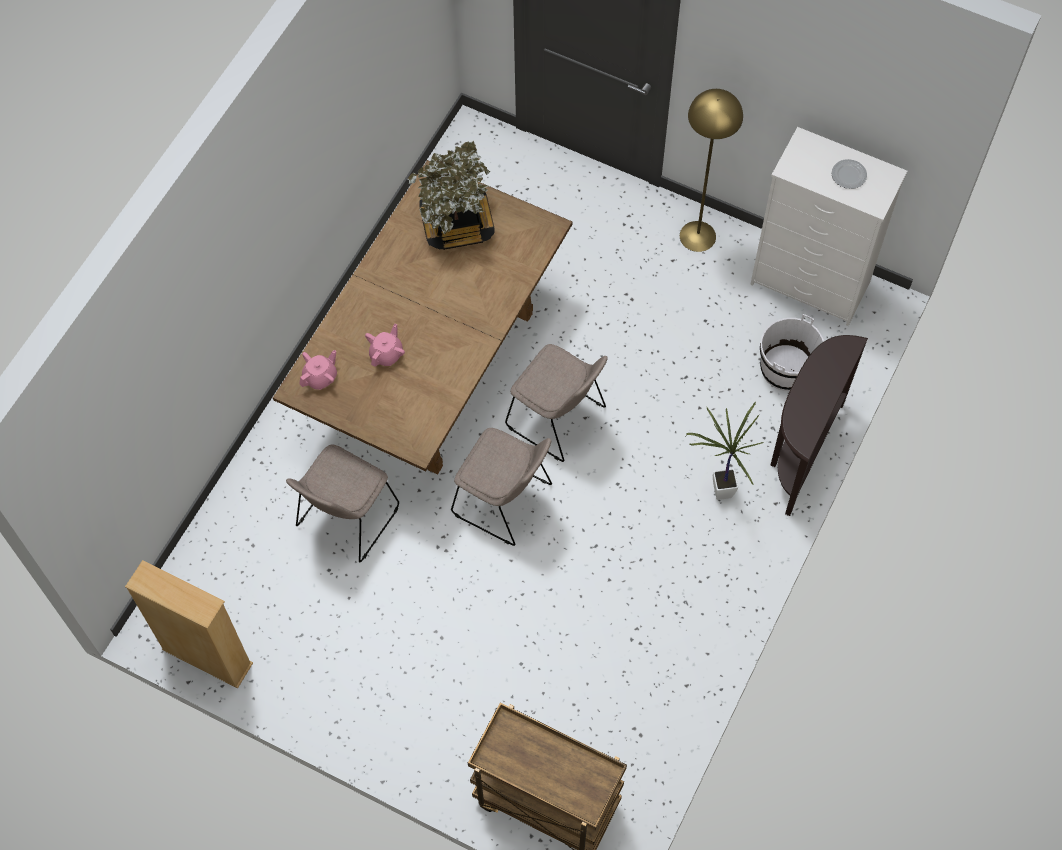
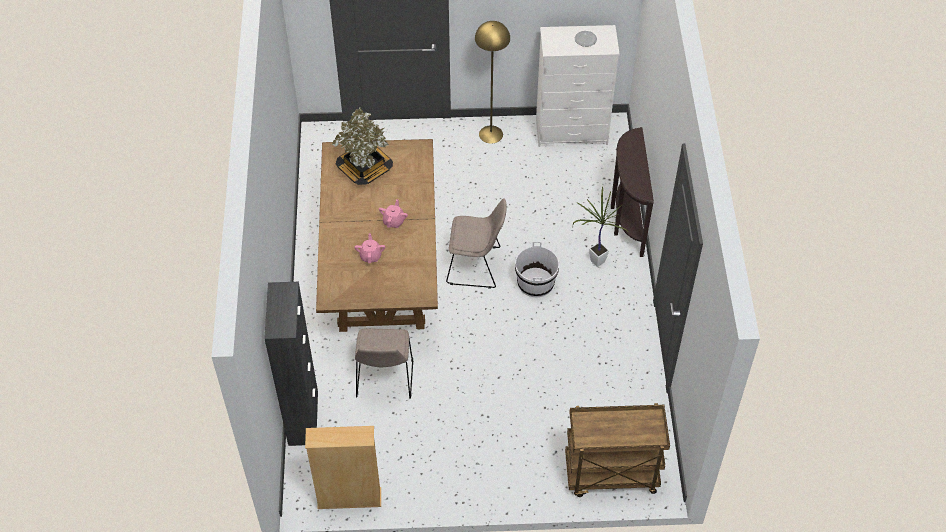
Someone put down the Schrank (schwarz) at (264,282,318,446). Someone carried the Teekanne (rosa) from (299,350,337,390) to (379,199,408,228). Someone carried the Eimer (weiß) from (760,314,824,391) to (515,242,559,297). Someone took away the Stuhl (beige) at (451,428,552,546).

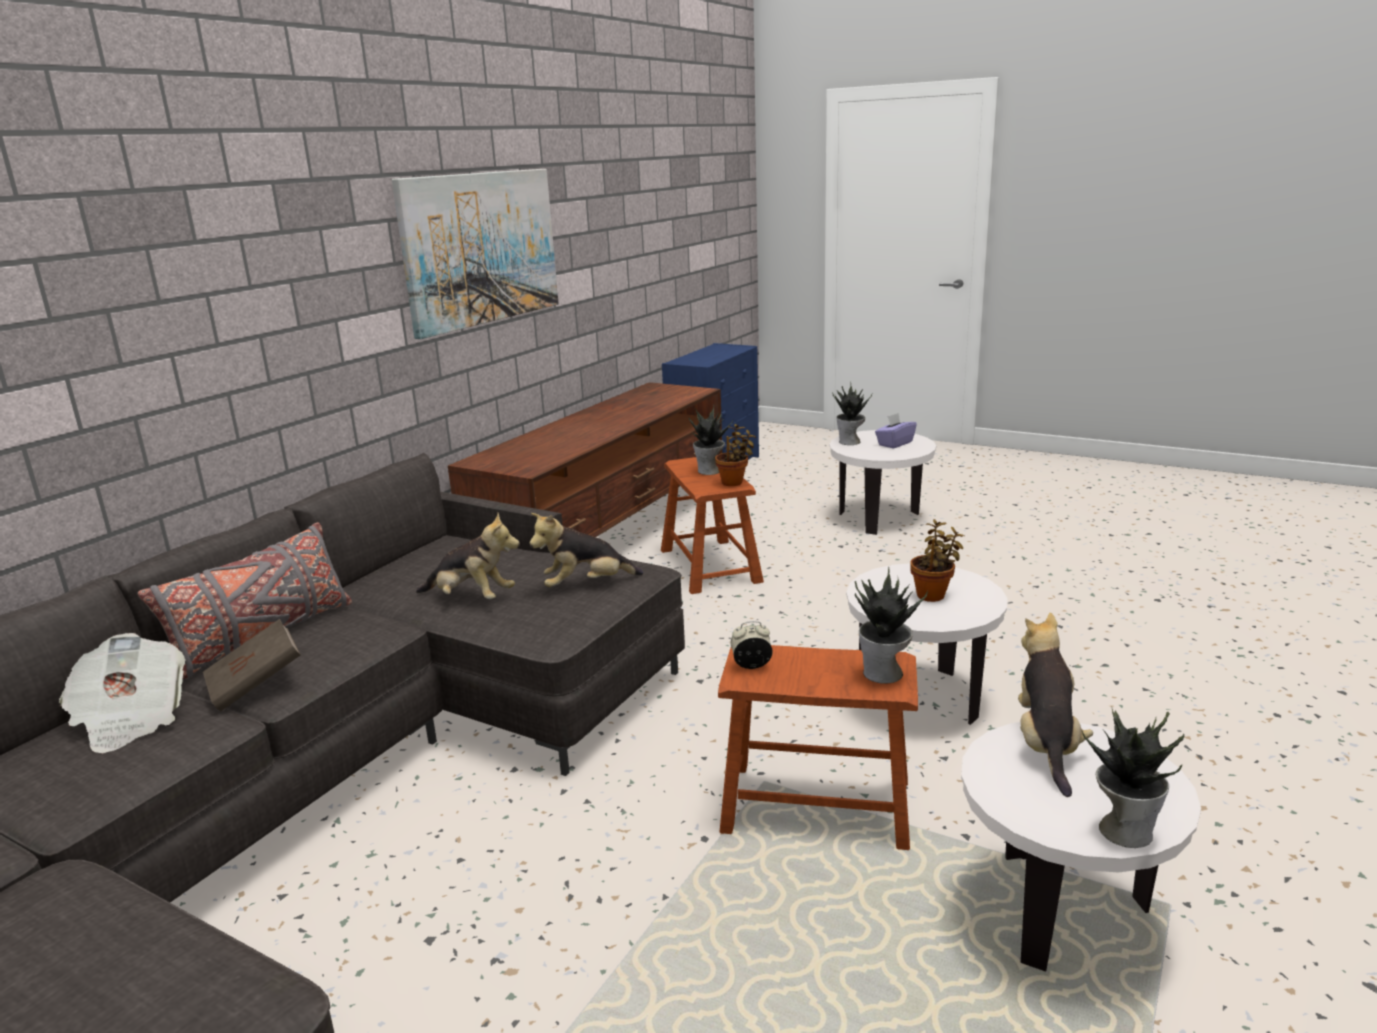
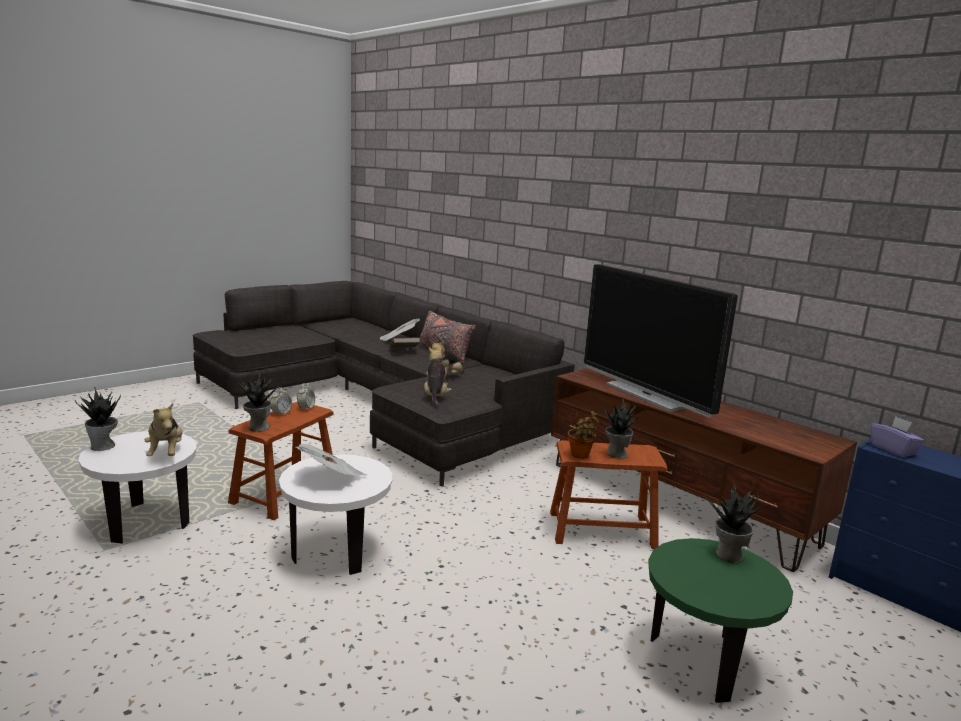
Someone rotated the Plüschtier at (1018,613,1093,797) by 45 degrees clockwise. Someone put down the Wecker at (270,387,292,416). Someone swapped the Topfpflanze at (910,519,964,602) for the Zeitung at (296,444,367,476). Someone put down the Fernseher at (584,264,738,418). Someone repainted the Beistelltisch (weiß) at (829,430,936,535), which became the Beistelltisch (grün) at (648,538,793,703). Someone carried the Taschentuchbox (lila) from (875,413,917,448) to (871,417,925,457). Someone took away the Bild at (392,169,559,339).

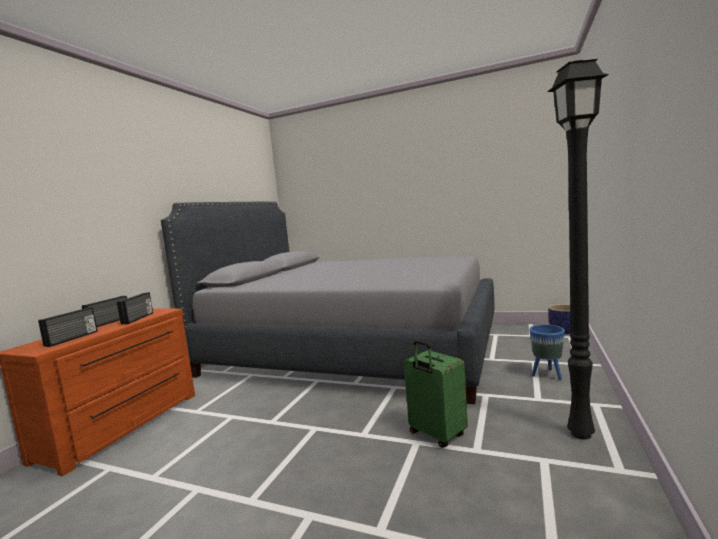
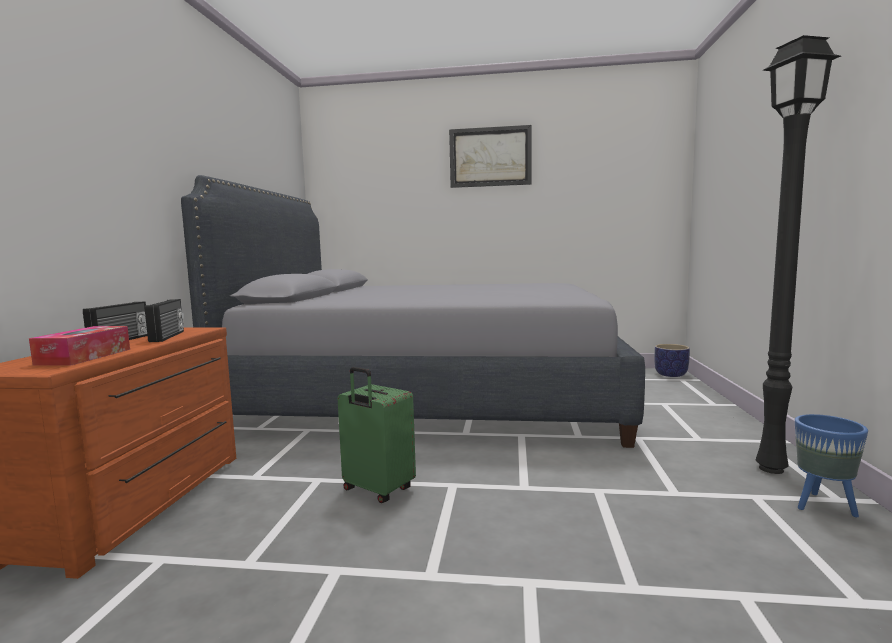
Someone swapped the Radio at (38,307,98,347) for the Taschentuchbox at (29,326,130,366). Someone carried the Koffer (grün) from (404,340,468,448) to (338,367,416,503). Someone put up the Bild at (449,125,531,188). Someone carried the Pflanzkübel (blau) from (529,325,565,380) to (795,414,868,517).

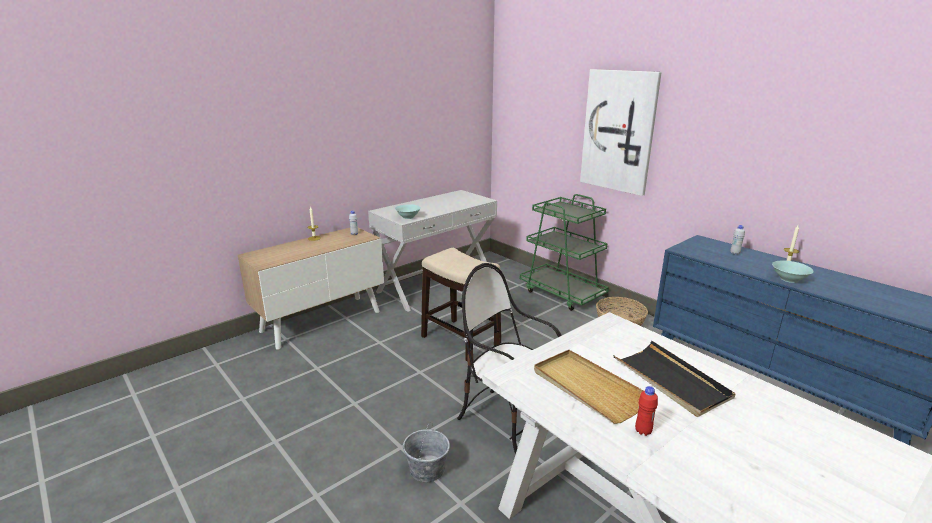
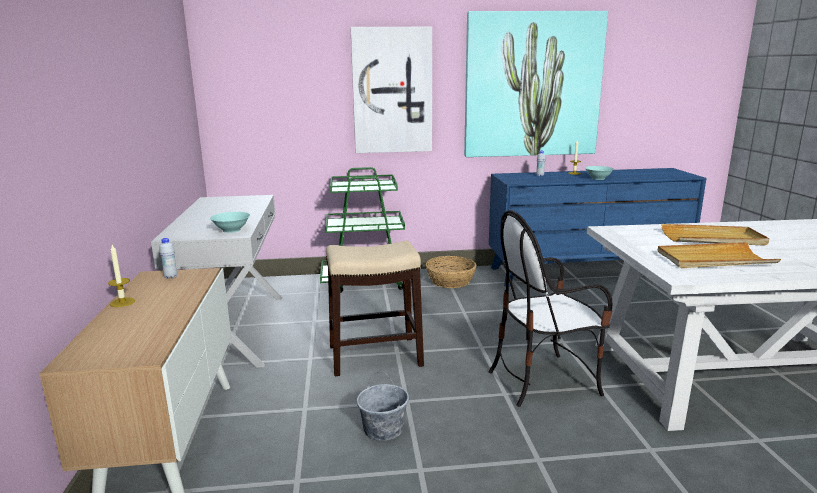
Someone carried the Eimer (grau) from (403,422,450,482) to (357,372,409,441). Someone put up the Bild at (464,11,608,157). Someone repainted the Tablett (schwarz) at (613,341,736,417), which became the Tablett (beige) at (662,224,769,246). Someone took away the Flasche (rot) at (635,386,658,436).

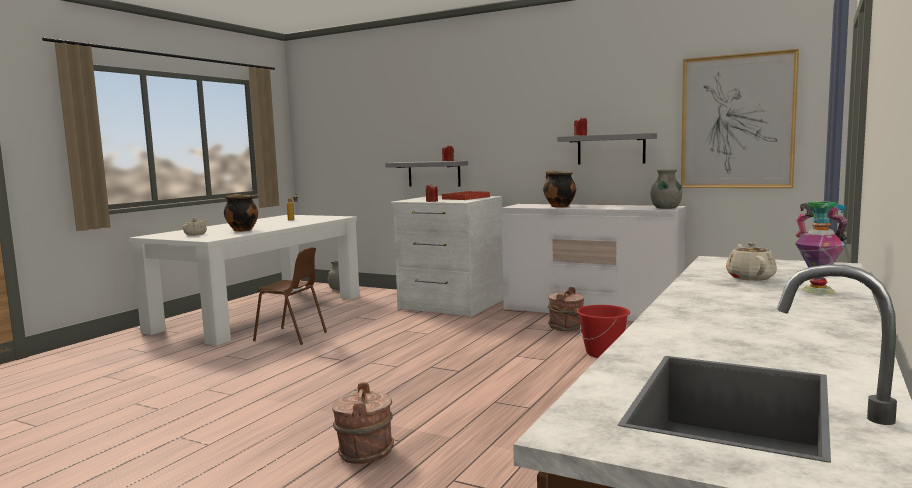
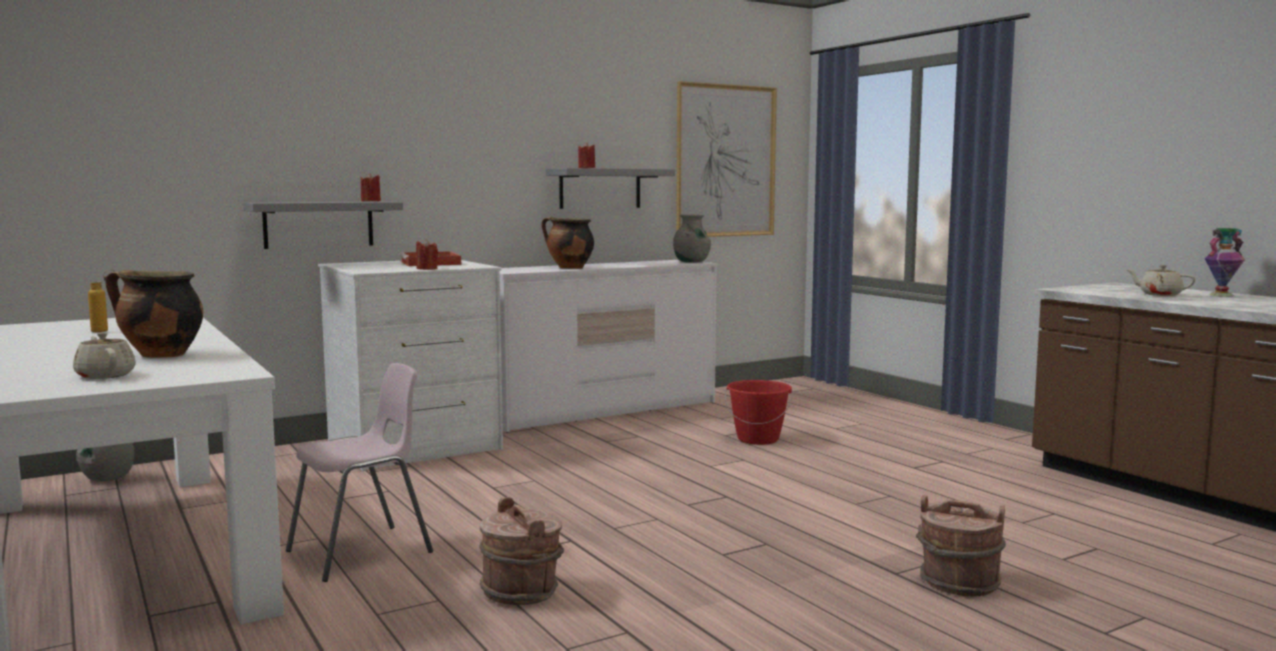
Someone repainted the Stuhl (braun) at (253,247,327,345), which became the Stuhl (rosa) at (286,363,433,582). Someone carried the Eimer (braun) from (548,287,584,331) to (479,497,564,605).

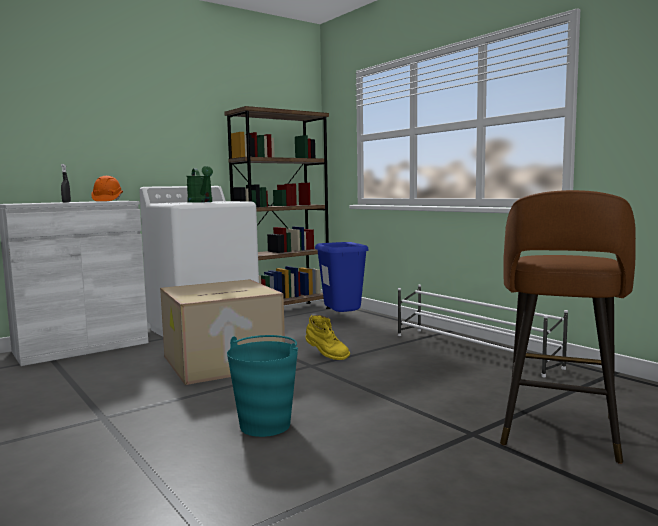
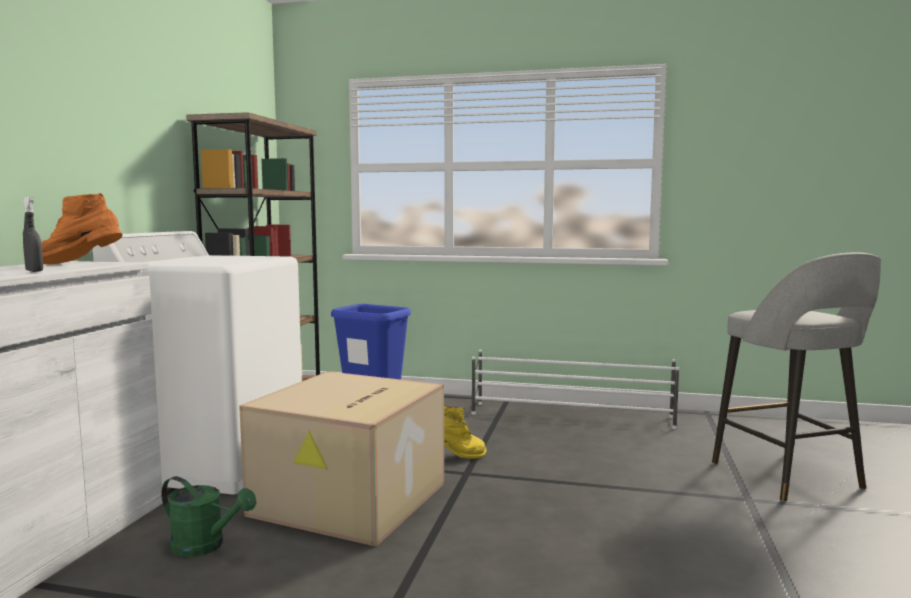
Someone swapped the Schutzhelm (orange) at (92,176,123,201) for the Stiefel (orange) at (41,193,122,264). Someone carried the Gießkanne (grün) from (187,166,213,203) to (161,476,256,557). Someone repainted the Hocker (braun) at (500,190,636,464), which became the Hocker (grau) at (712,253,881,502). Someone took away the Eimer (türkis) at (227,335,298,437).

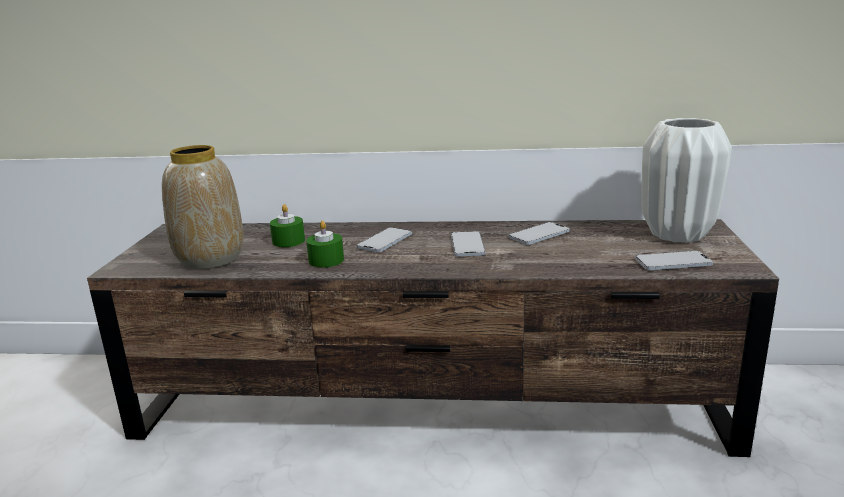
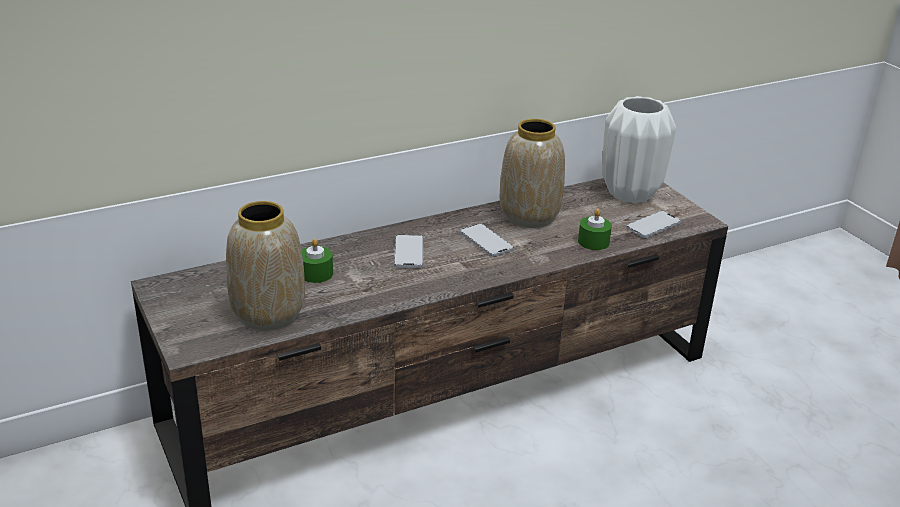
Someone swapped the Handy at (508,222,570,245) for the Vase at (500,119,565,228). Someone carried the Kerze (grün) from (306,221,344,268) to (578,209,612,250).

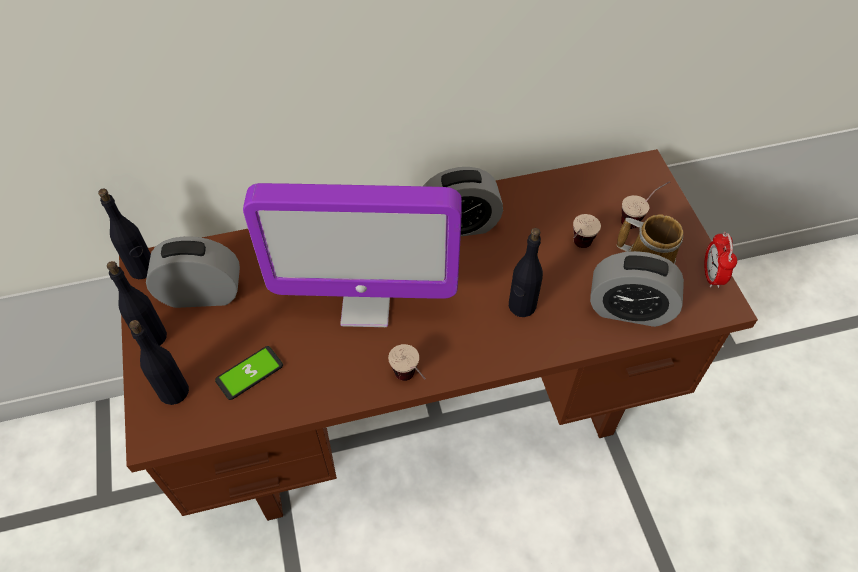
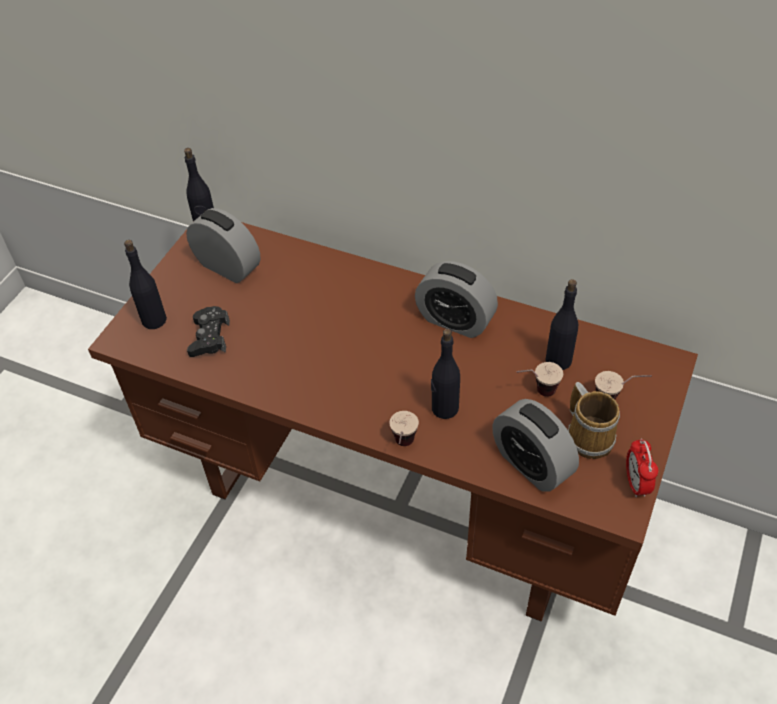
Someone swapped the Handy at (215,346,283,400) for the Gamepad (schwarz) at (187,306,230,357). Someone carried the Tasse from (388,344,426,381) to (389,411,419,446). Someone carried the Flasche (schwarz) from (107,261,167,346) to (545,279,578,370). Someone rotated the Wecker at (704,232,737,288) by 45 degrees counterclockwise. Someone took away the Monitor at (243,183,461,327).

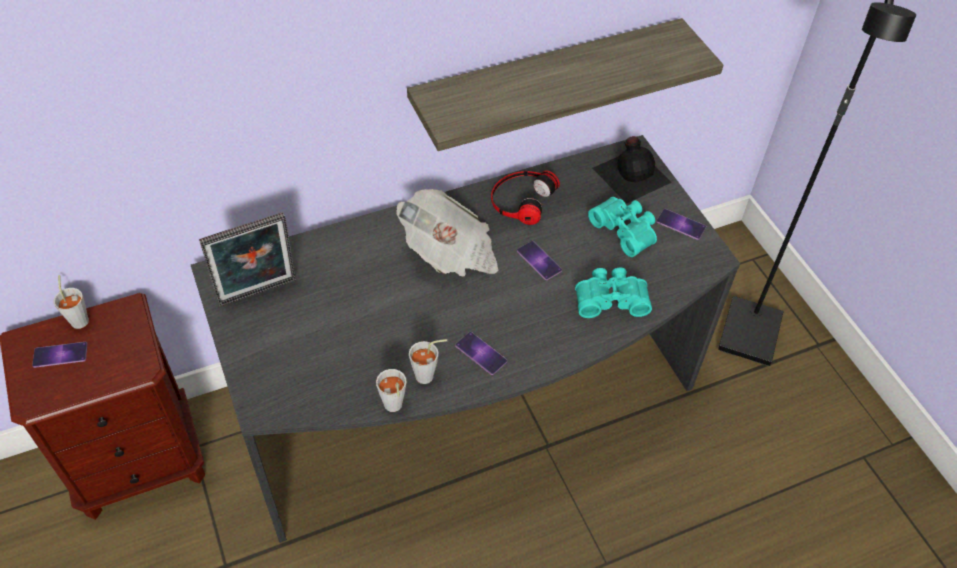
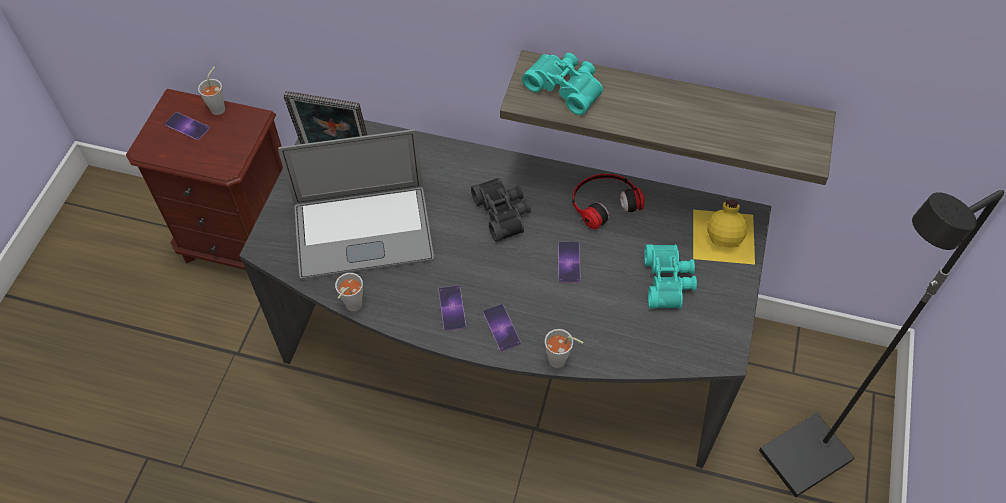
Someone put down the Laptop at (278,129,434,280). Someone swapped the Zeitung at (396,189,499,277) for the Fernglas (schwarz) at (471,177,531,242). Someone carried the Handy from (656,209,706,240) to (483,304,521,352). Someone carried the Fernglas (türkis) from (575,267,652,318) to (522,53,603,115). Someone carried the Tasse (grau) from (409,339,447,384) to (545,329,583,368). Someone repainted the Flasche (schwarz) at (593,136,672,204), which became the Flasche (gelb) at (693,199,755,265).

